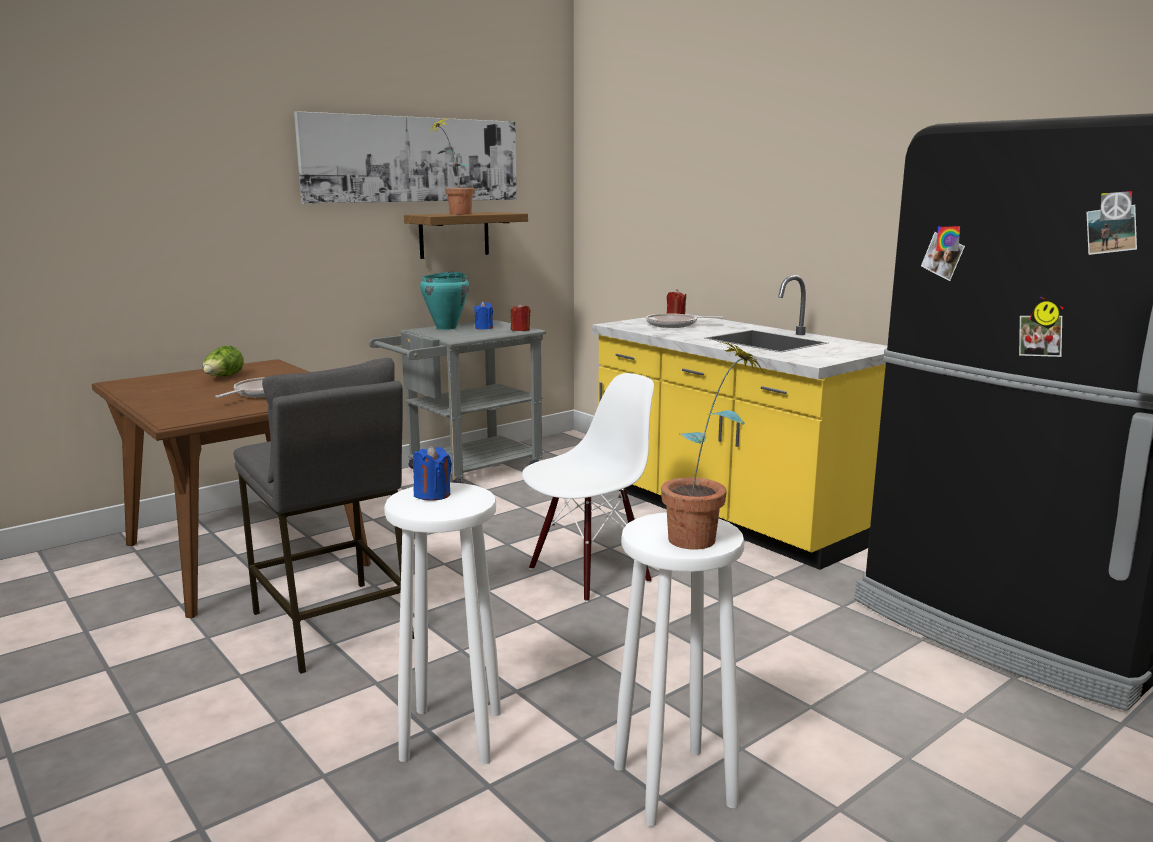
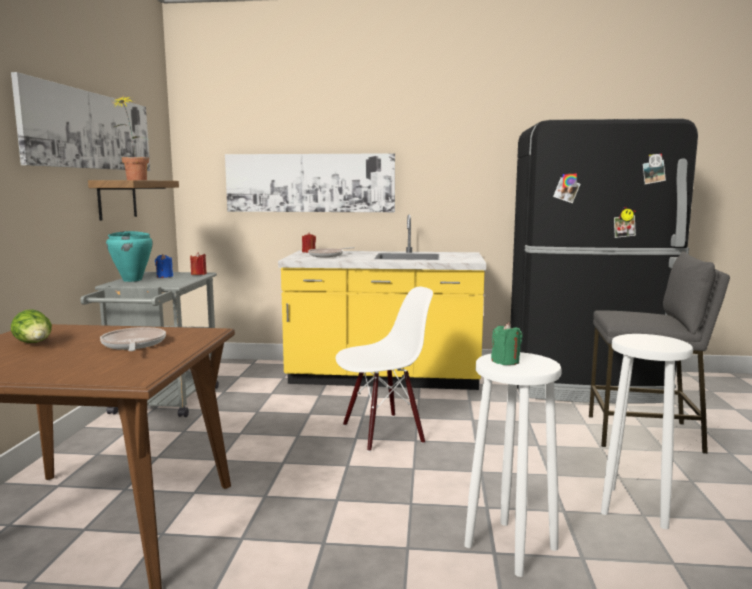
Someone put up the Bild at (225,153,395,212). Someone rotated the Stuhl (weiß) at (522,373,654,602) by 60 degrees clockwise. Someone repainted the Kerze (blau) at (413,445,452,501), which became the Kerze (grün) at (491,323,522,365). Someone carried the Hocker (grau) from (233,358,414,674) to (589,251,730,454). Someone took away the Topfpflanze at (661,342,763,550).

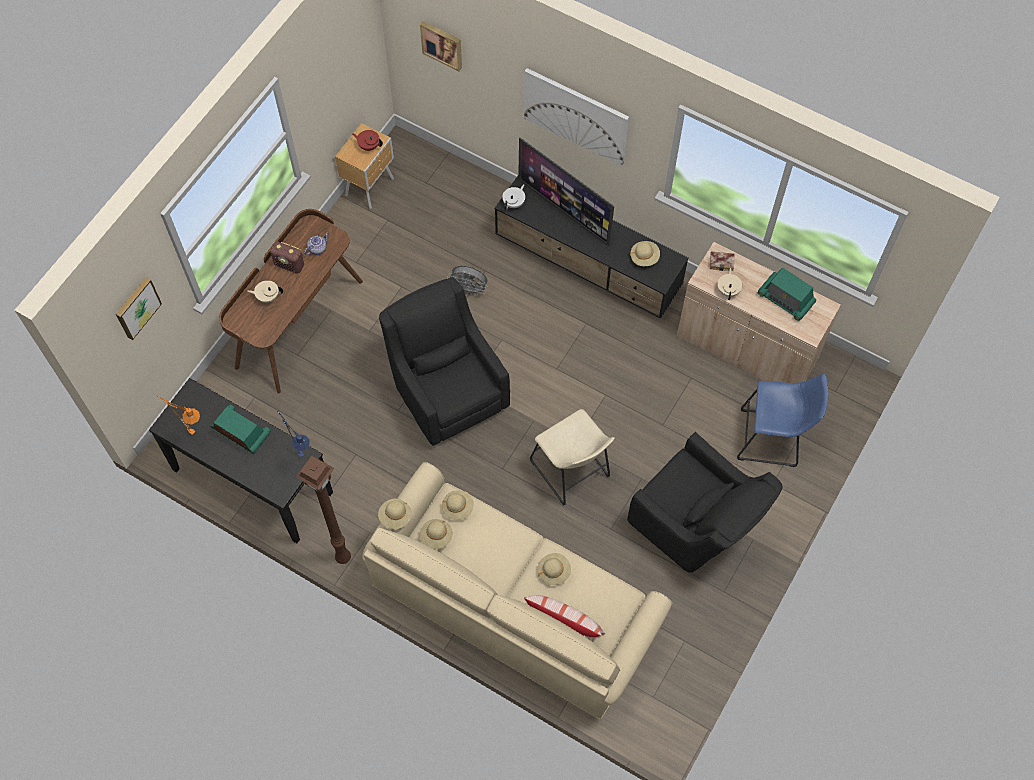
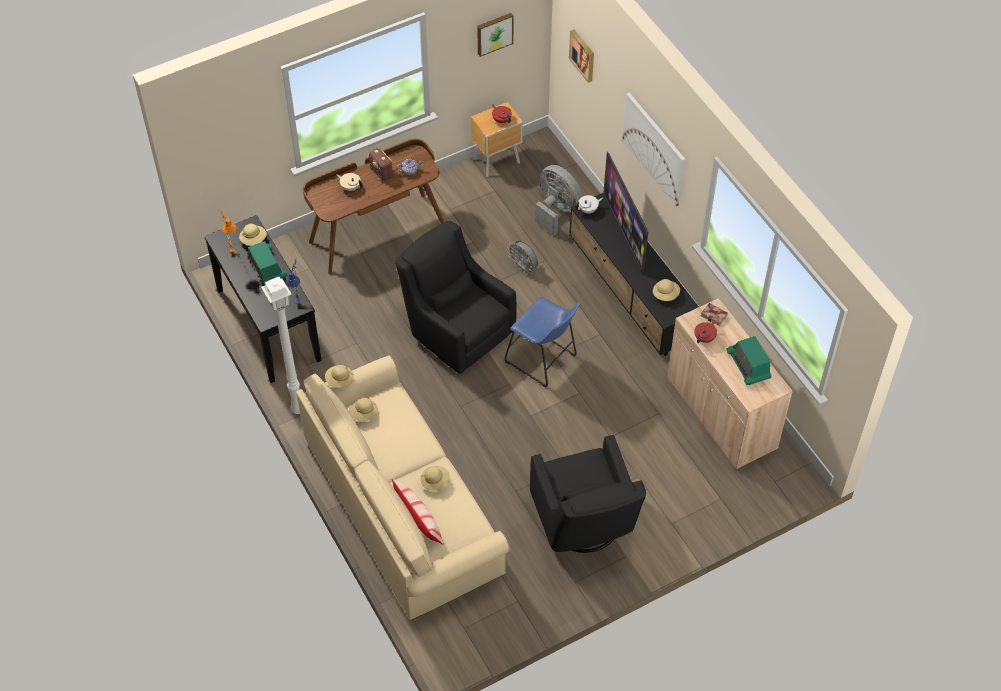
Someone carried the Hut (beige) from (442,490,474,520) to (239,224,267,246). Someone repainted the Stehlampe (braun) at (296,455,351,564), which became the Stehlampe (weiß) at (261,277,300,414). Someone rotated the Sessel (schwarz) at (379,278,510,446) by 45 degrees counterclockwise. Someone carried the Bild from (116,277,162,340) to (477,13,514,57). Someone carried the Hocker (blau) from (737,374,829,467) to (505,297,580,388). Someone put down the Ventilator (grau) at (535,165,583,236). Someone repainted the Teekanne (beige) at (718,268,742,300), which became the Teekanne (rot) at (694,320,717,343). Someone took away the Hocker (beige) at (530,409,615,505).

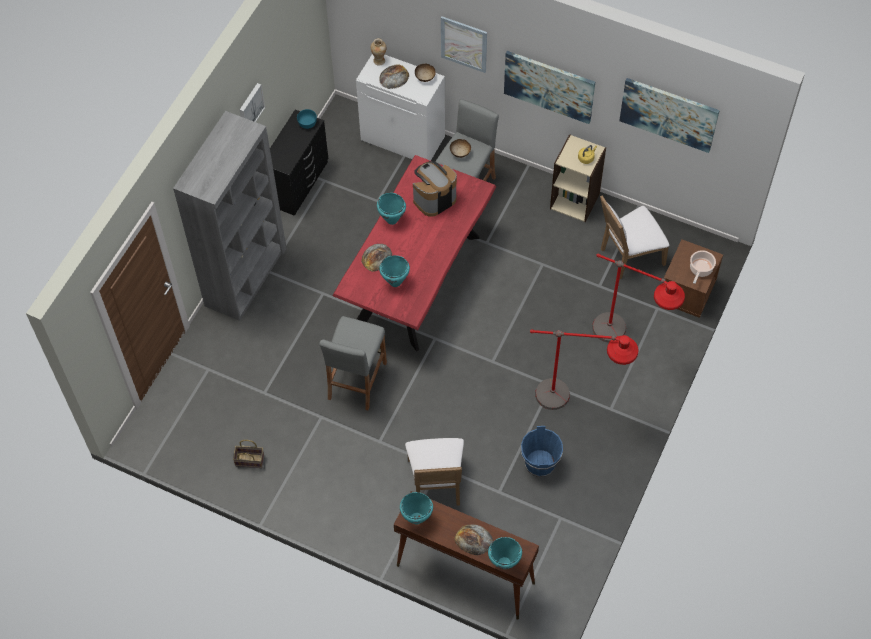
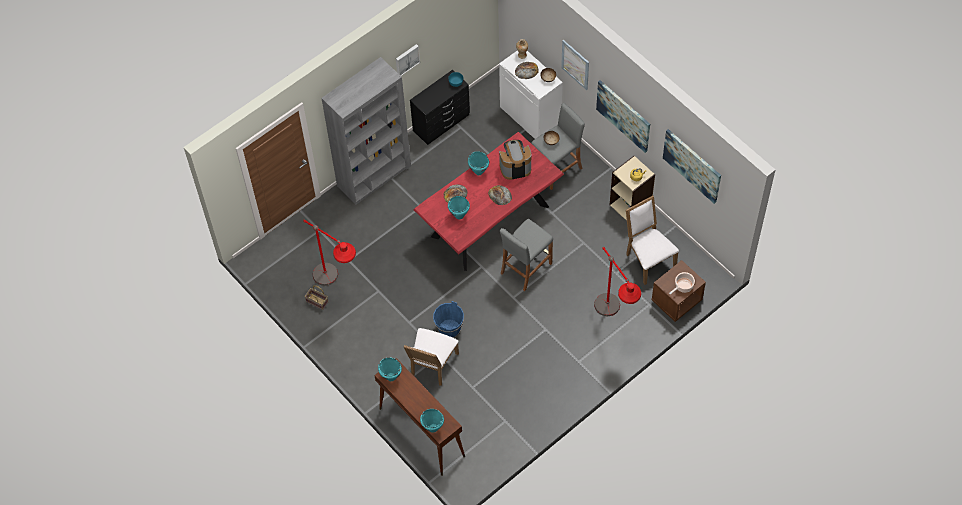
Someone carried the Stehlampe (rot) from (530,329,639,410) to (303,219,356,286). Someone carried the Eimer (blau) from (521,426,563,477) to (433,301,464,338). Someone carried the Brot from (455,524,493,556) to (488,185,512,205). Someone carried the Hocker (grau) from (319,316,387,410) to (500,219,553,291). Someone rotated the Stuhl (weiß) at (600,196,669,279) by 60 degrees clockwise.

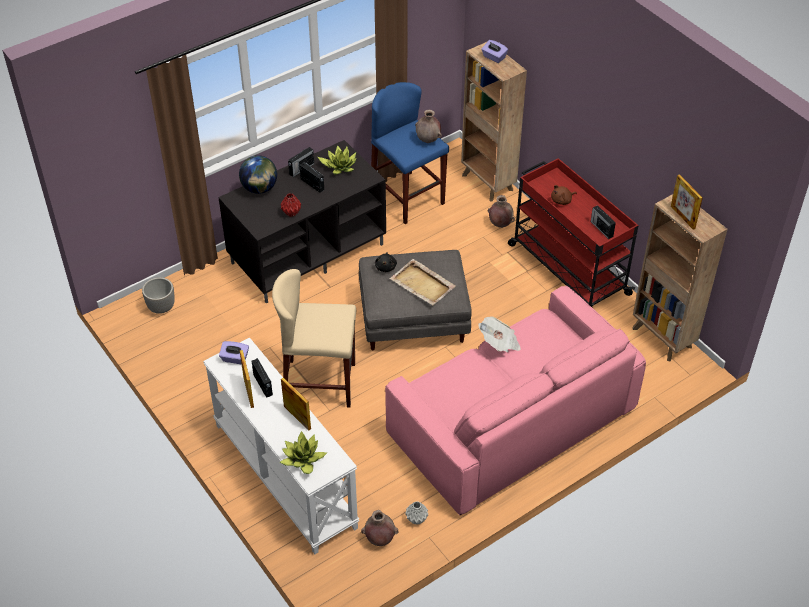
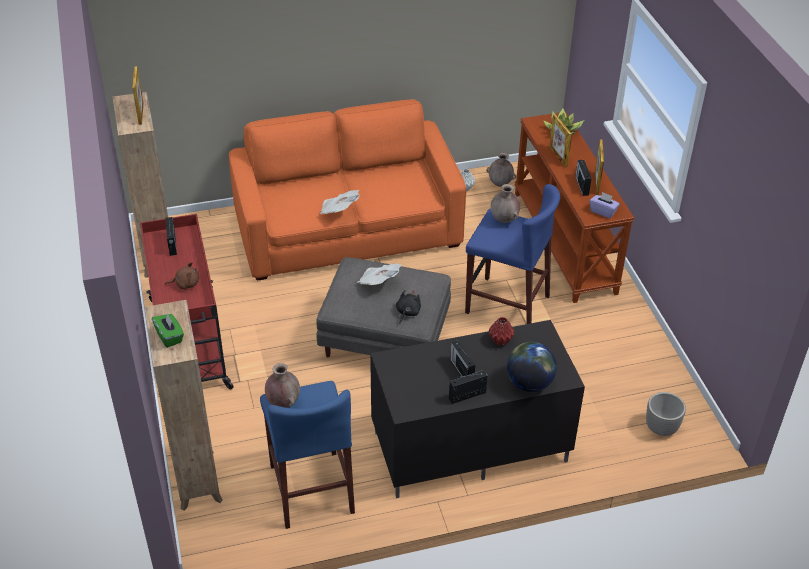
Someone repainted the Taschentuchbox (lila) at (481,40,508,63), which became the Taschentuchbox (grün) at (152,313,184,348). Someone repainted the Sofa (rosa) at (385,286,646,515), which became the Sofa (orange) at (229,99,466,281). Someone swapped the Tablett (beige) at (390,259,456,305) for the Zeitung at (357,263,402,285). Someone repainted the Hocker (beige) at (272,269,356,407), which became the Hocker (blau) at (465,184,560,324). Someone carried the Vase (braun) from (487,195,515,228) to (491,184,520,223). Someone repainted the Konsolentisch (weiß) at (203,337,359,554), which became the Konsolentisch (braun) at (514,112,634,303). Someone took away the Topfpflanze at (318,145,356,175).

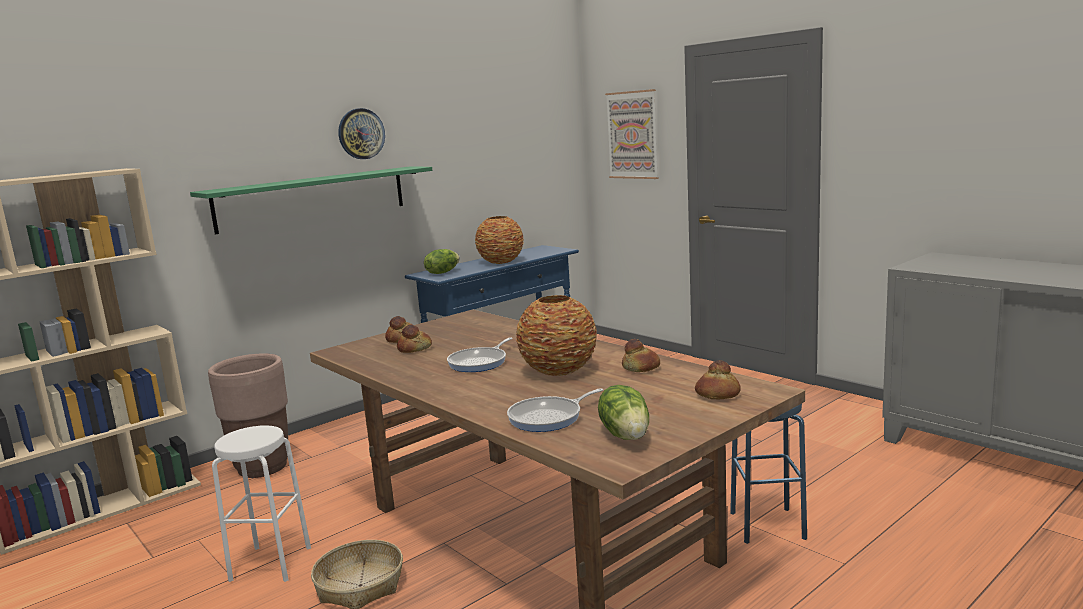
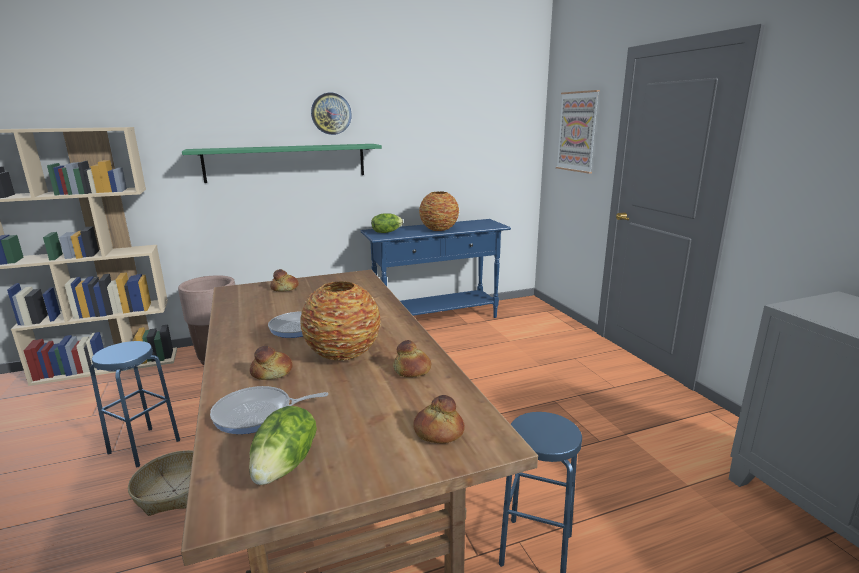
Someone repainted the Hocker (weiß) at (212,425,311,582), which became the Hocker (blau) at (90,341,180,468). Someone carried the Brot from (397,325,432,353) to (250,346,293,380).

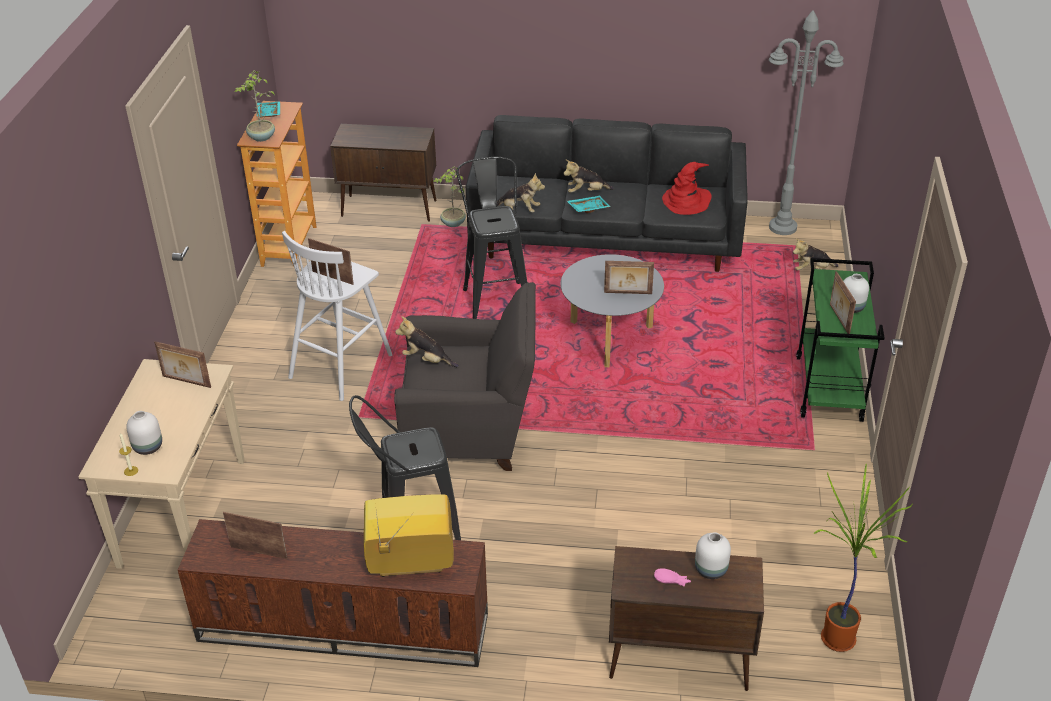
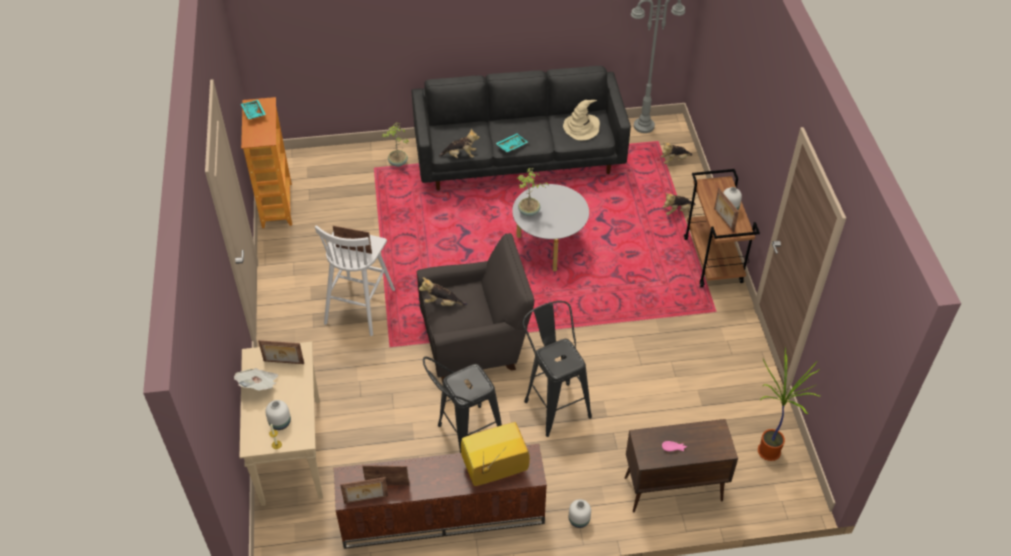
Someone put down the Zeitung at (234,368,278,390). Someone carried the Bilderrahmen from (604,261,654,294) to (340,477,388,504). Someone carried the Topfpflanze from (235,70,275,142) to (517,168,549,216). Someone carried the Hocker (schwarz) from (456,157,527,319) to (522,301,592,437). Someone repainted the Hut (rot) at (662,162,712,215), which became the Hut (beige) at (563,100,600,140). Someone carried the Vase (weiß) from (695,532,731,579) to (569,499,591,528). Someone carried the Plüschtier from (563,160,614,193) to (663,193,696,215). Someone repainted the Rollwagen (grün) at (796,258,885,422), which became the Rollwagen (braun) at (684,169,760,287). Someone took away the Schrank (braun) at (330,124,437,222).

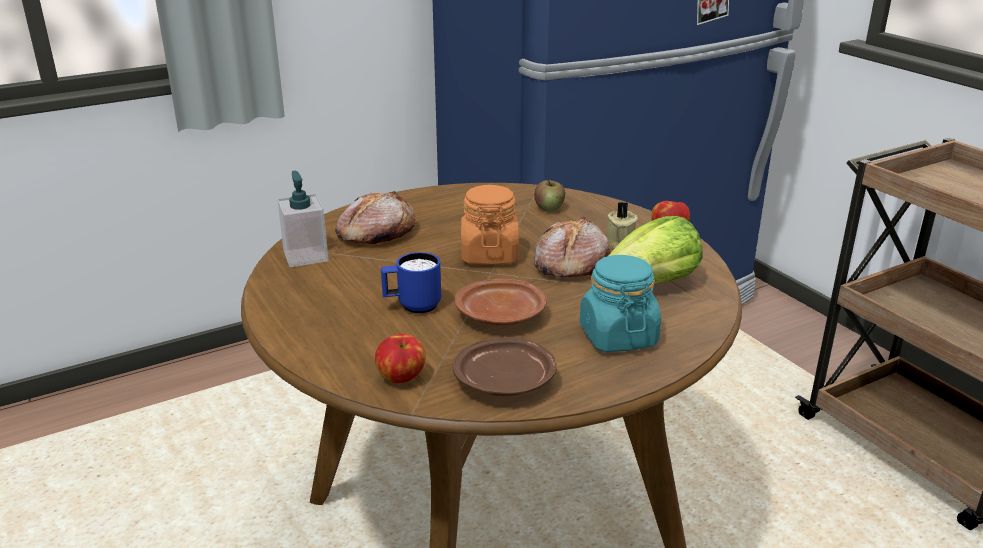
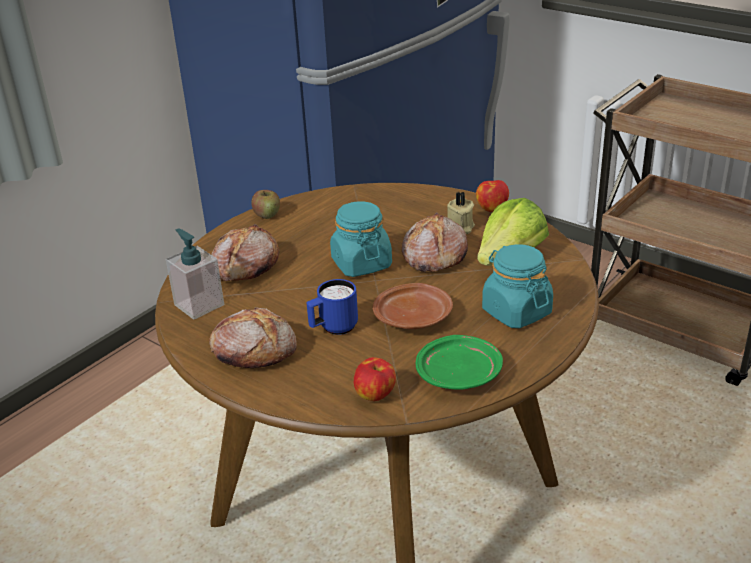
Someone put down the Brot at (209,307,297,368). Someone carried the Apfel from (534,180,565,212) to (251,190,280,219). Someone repainted the Vorratsglas (orange) at (461,185,519,265), which became the Vorratsglas (türkis) at (330,201,392,277). Someone repainted the Teller (braun) at (452,337,557,396), which became the Teller (grün) at (416,335,503,390).

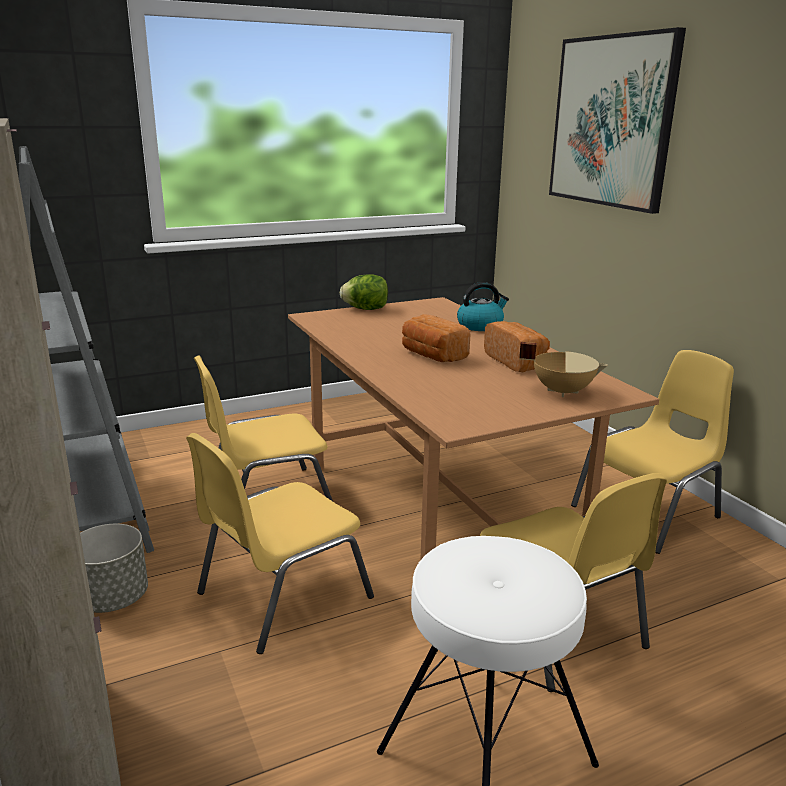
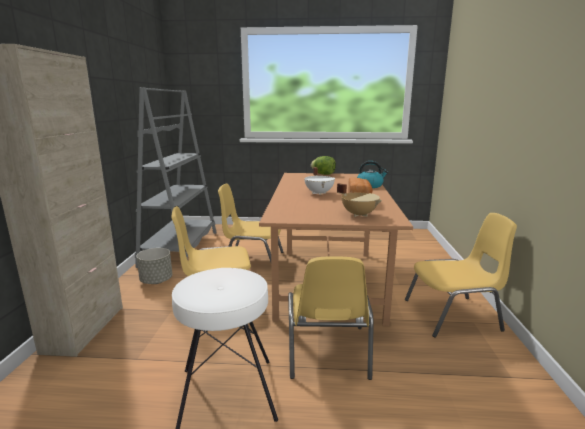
Someone swapped the Brot at (402,314,471,362) for the Kochtopf (weiß) at (304,167,335,195). Someone took away the Bild at (549,27,686,214).

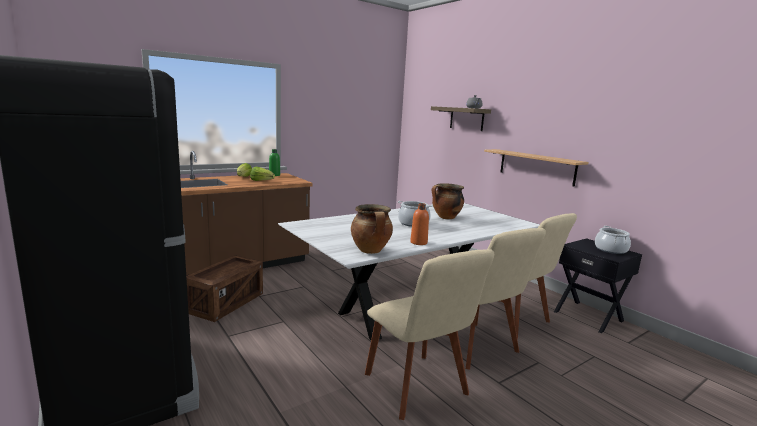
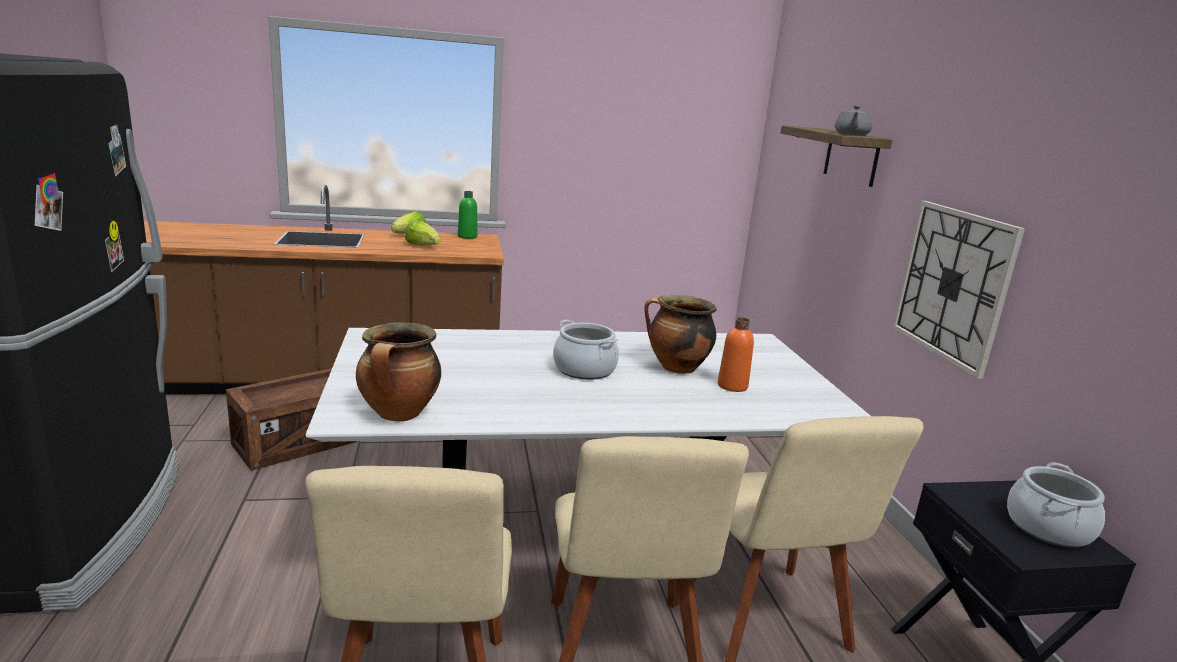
Someone carried the Flasche (orange) from (410,203,429,245) to (718,317,754,392). Someone swapped the Wandregal at (484,149,588,187) for the Wanduhr at (892,201,1025,378).

